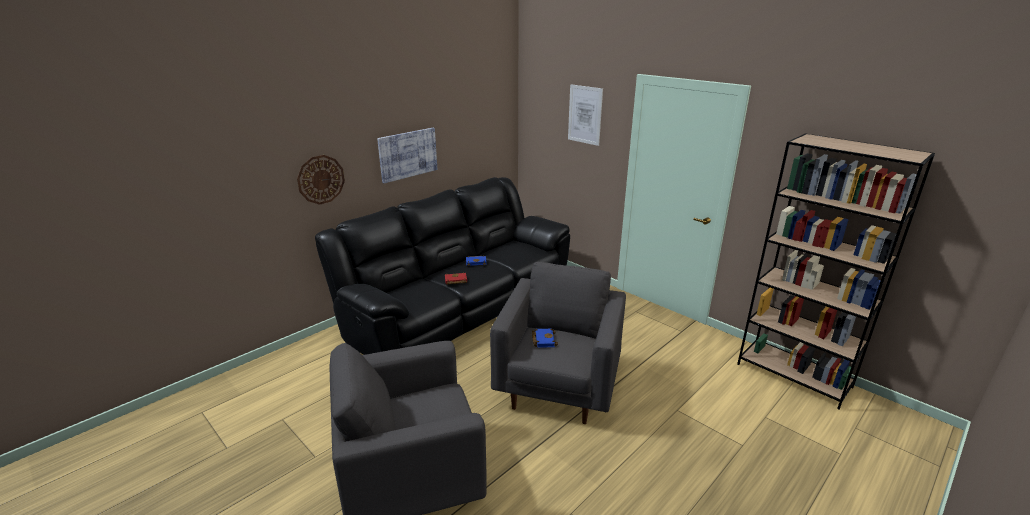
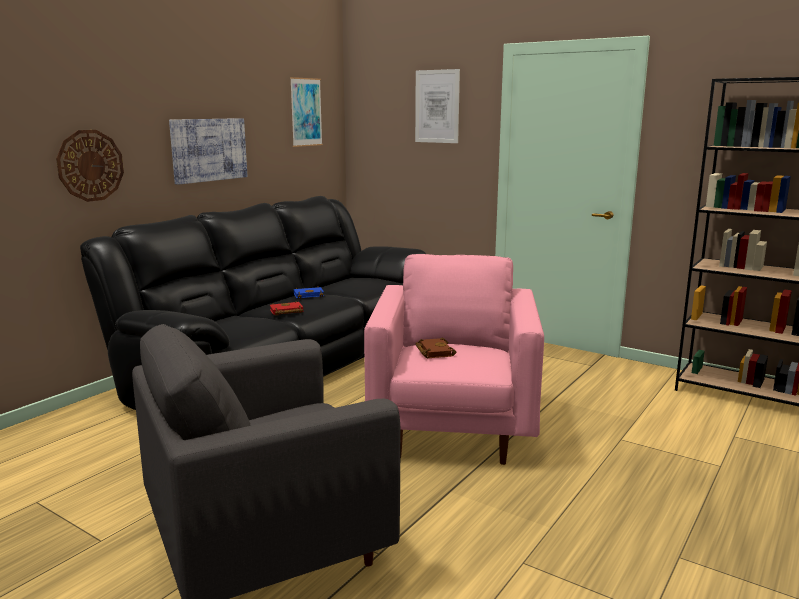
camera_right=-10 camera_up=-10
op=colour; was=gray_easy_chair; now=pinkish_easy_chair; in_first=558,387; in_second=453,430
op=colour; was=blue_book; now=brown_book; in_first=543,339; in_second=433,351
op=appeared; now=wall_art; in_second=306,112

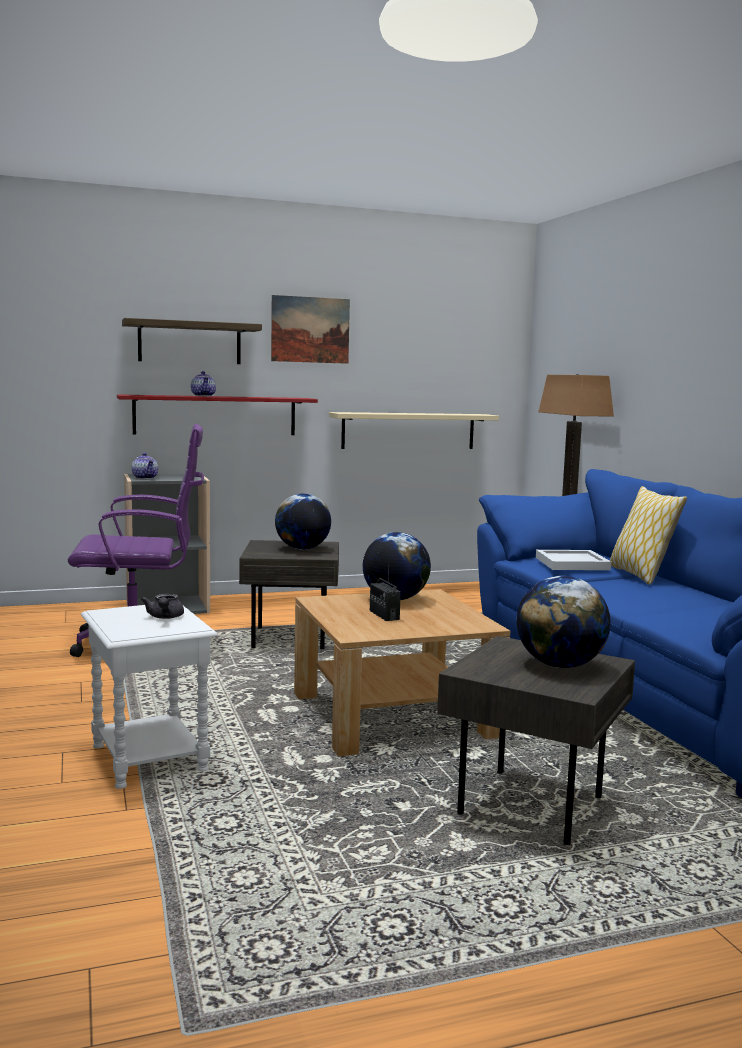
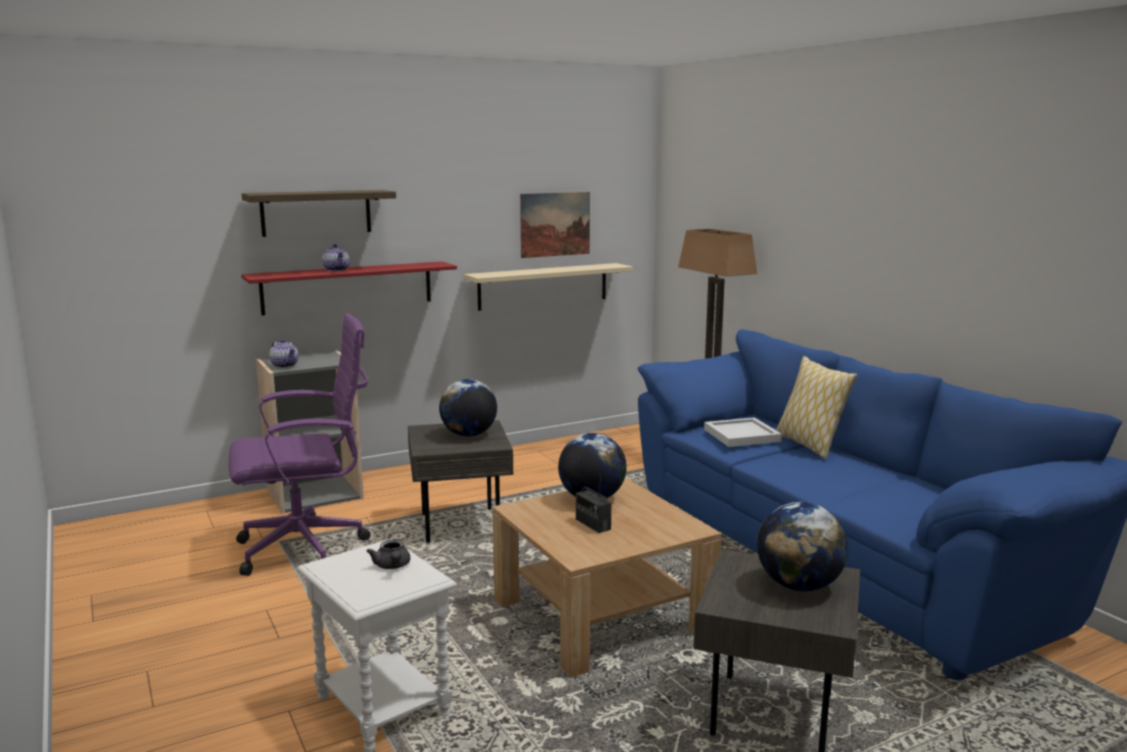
camera_right=-10 camera_up=5
op=relocated; was=wall_art; in_first=310,330; in_second=555,224

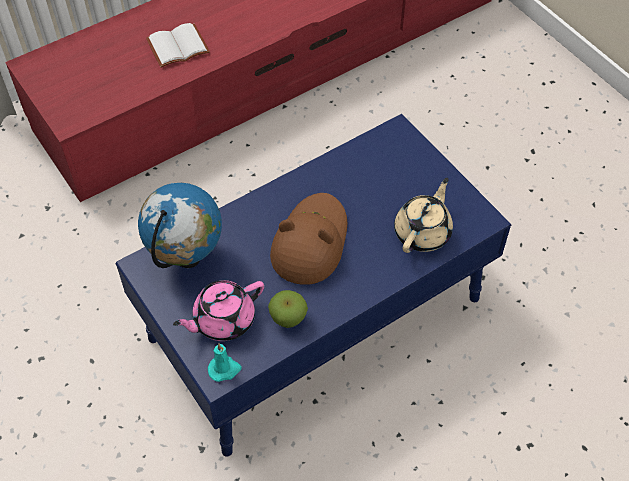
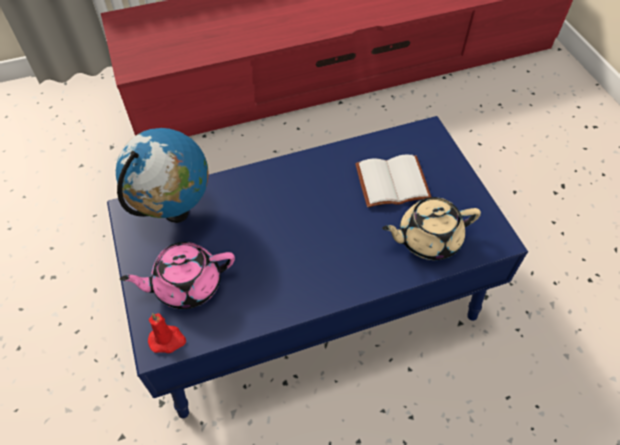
camera_right=15 camera_up=0
op=relocated; was=white-coloured_book; in_first=178,45; in_second=392,181
op=spun; was=sand-coloured_teapot; in_first=423,232; in_second=427,239; clockwise=-150
op=missing; was=brown_wearable_hat; in_first=310,242
op=missing; was=apple; in_first=288,319
op=colour; was=turquoise-coloured_wax_light; now=reddish_wax_light; in_first=224,369; in_second=167,340

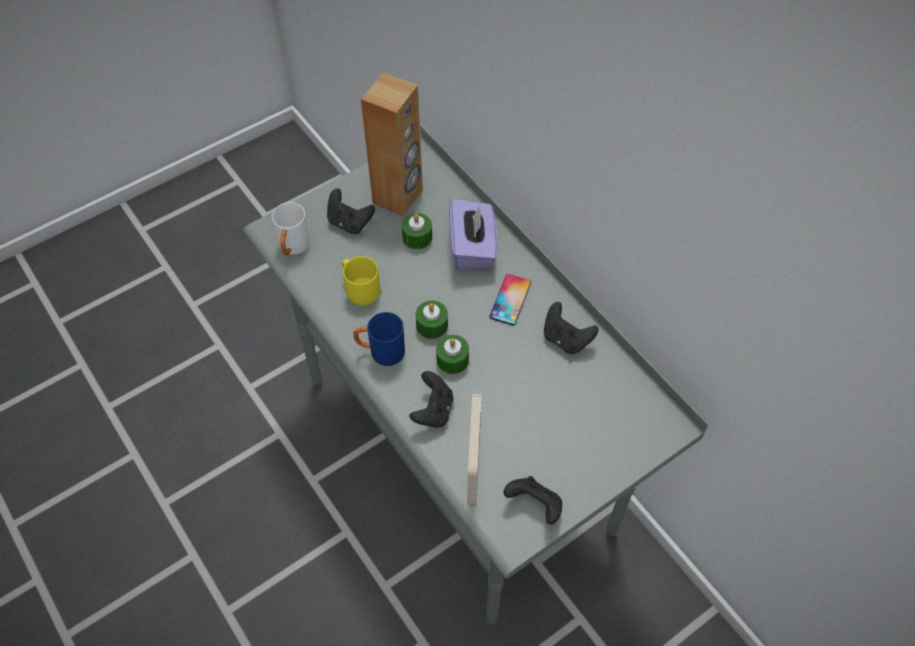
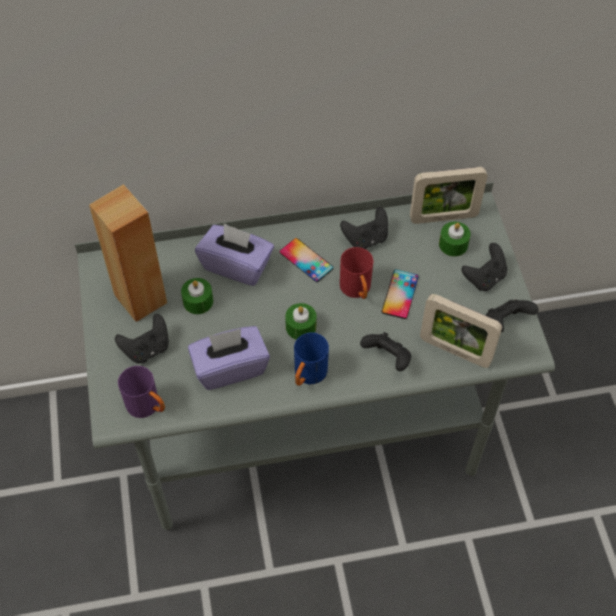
camera_right=-65 camera_up=0
op=colour; was=white-coloured_tea_mug; now=purple_tea_mug; in_first=293,248; in_second=148,407
op=exchanged; was=yellow_tea_mug; now=purple_tissue_box; in_first=360,289; in_second=230,367
op=relocated; was=green-coloured_wax_light; in_first=452,359; in_second=453,244
op=appeared; now=standing_frame; in_second=443,217
op=appeared; now=black-coloured_game_controller; in_second=484,278
op=appeared; now=reddish_tea_mug; in_second=357,291
op=appeared; now=handset; in_second=400,294

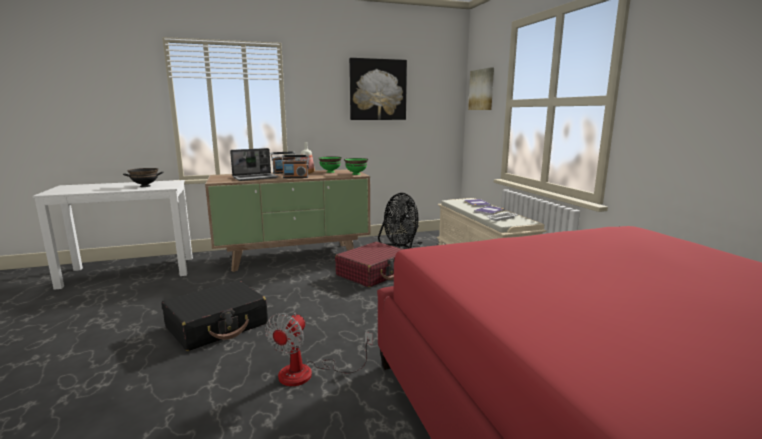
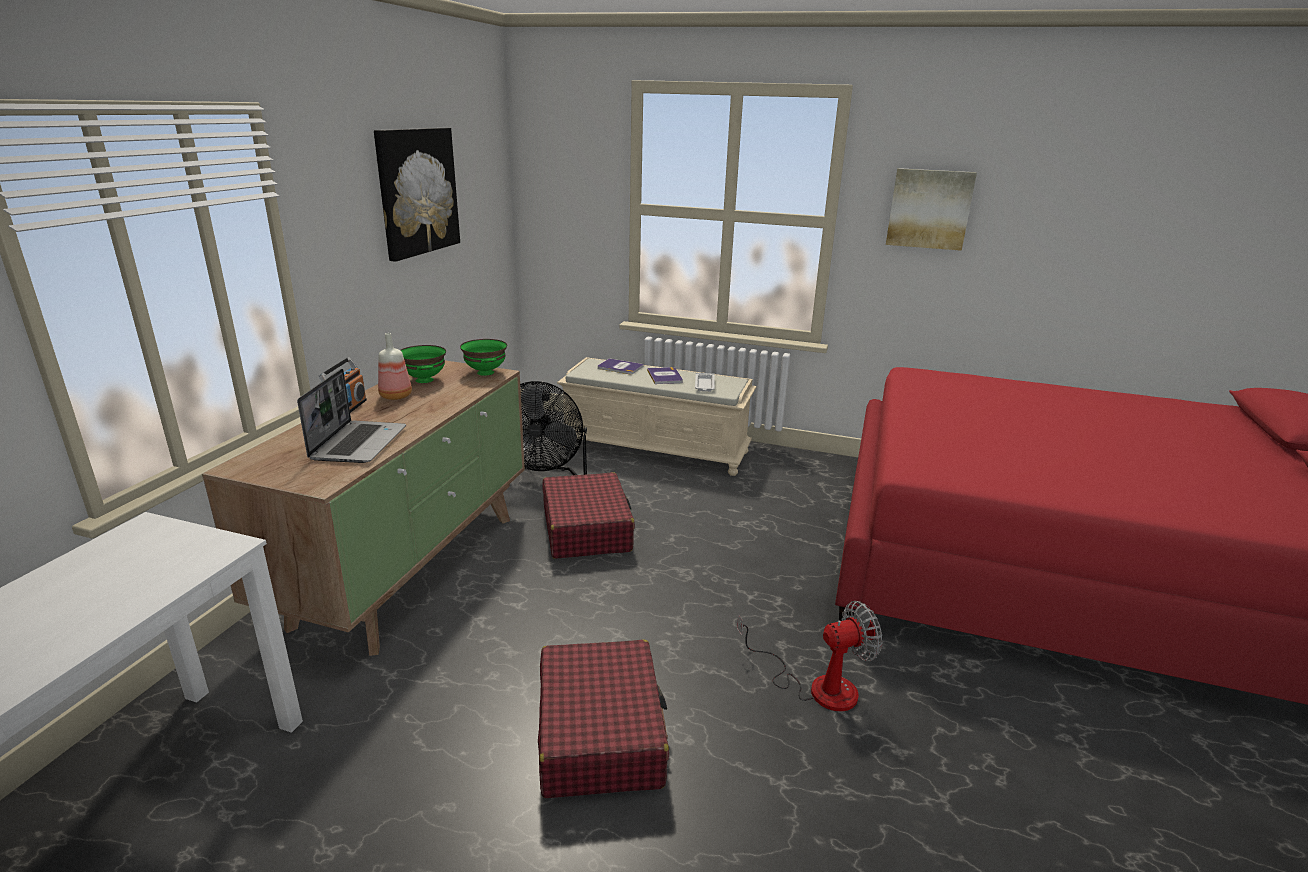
camera_right=-55 camera_up=10
op=relocated; was=wall_art; in_first=482,89; in_second=929,209
op=missing; was=radio; in_first=295,177
op=missing; was=black-coloured_serving_bowl; in_first=145,186
op=colour; was=black-coloured_travel_case; now=reddish_travel_case; in_first=217,325; in_second=600,732
op=spun; was=cooling_fan; in_first=308,373; in_second=817,686; clockwise=-75

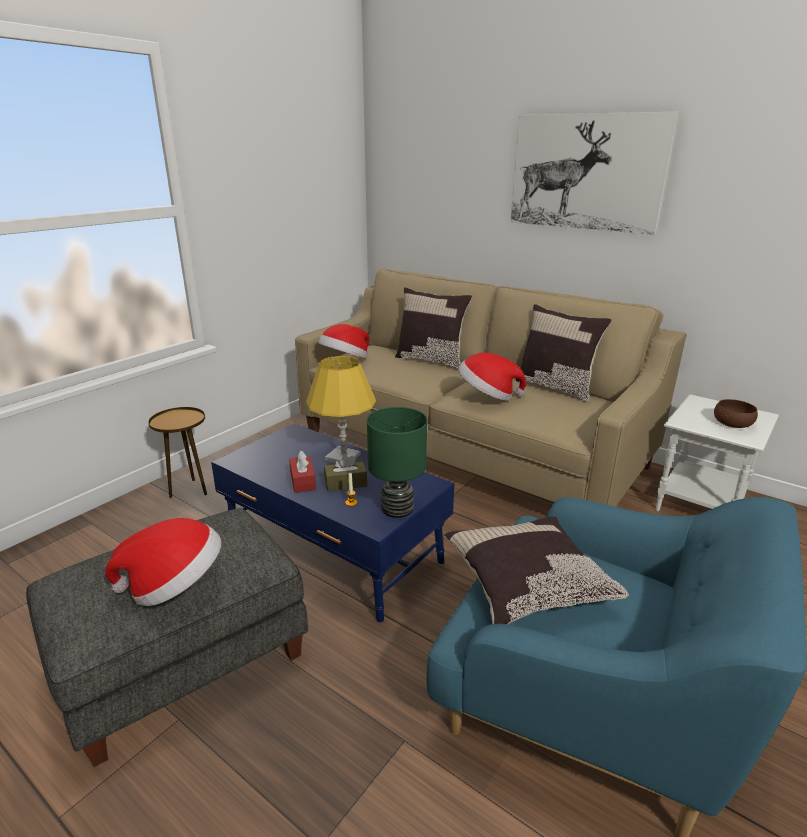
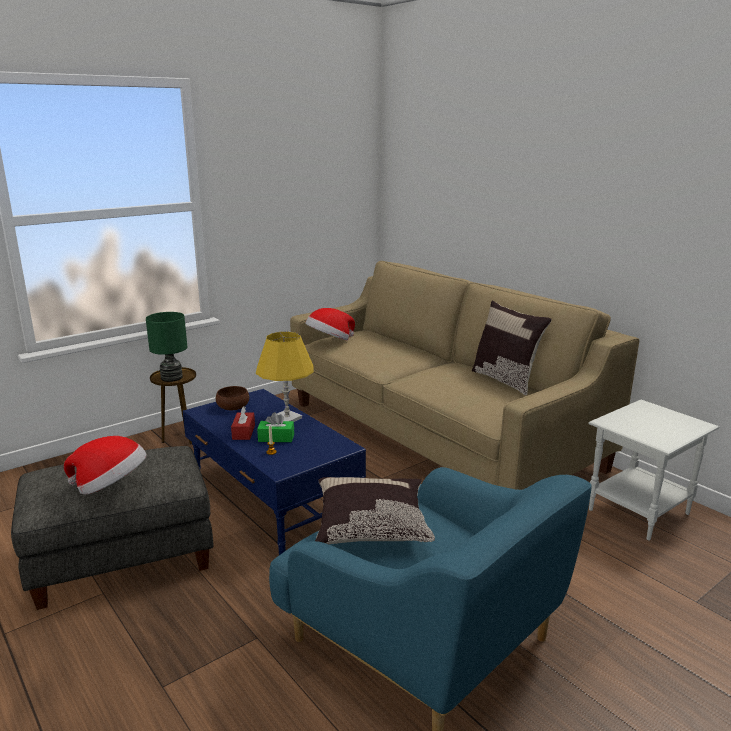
camera_right=15 camera_up=-5
op=missing; was=wall_art; in_first=586,172
op=missing; was=throw_pillow; in_first=431,360
op=missing; was=wearable_hat; in_first=487,396
op=relocated; was=brown_serving_bowl; in_first=732,423; in_second=233,407
op=relocated; was=green-coloured_table_lamp; in_first=397,508; in_second=171,378
op=colour; was=brown_tissue_box; now=green-coloured_tissue_box; in_first=345,483; in_second=276,438

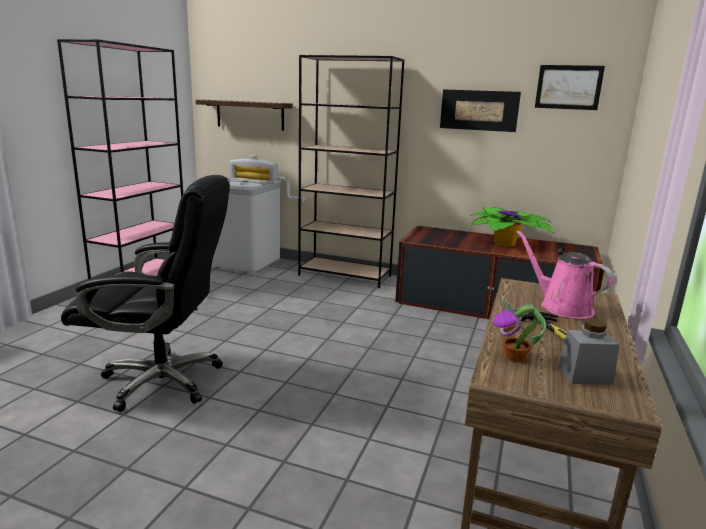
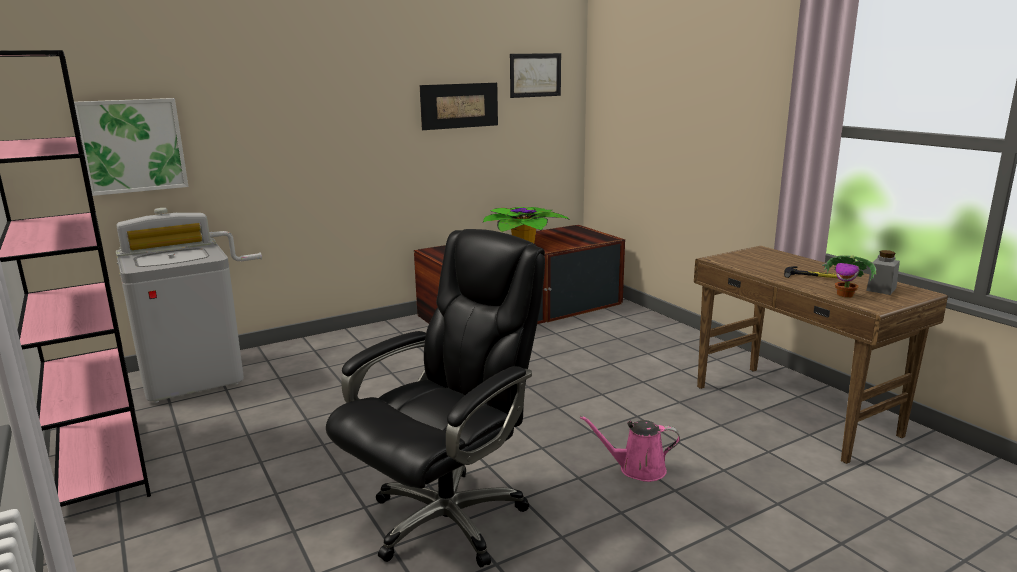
camera_right=-50 camera_up=0
op=missing; was=sand-coloured_bookcase; in_first=345,275
op=exchanged; was=shelf; now=wall_art; in_first=250,115; in_second=132,146
op=relocated; was=pinkish_sprinkling_can; in_first=561,307; in_second=637,469

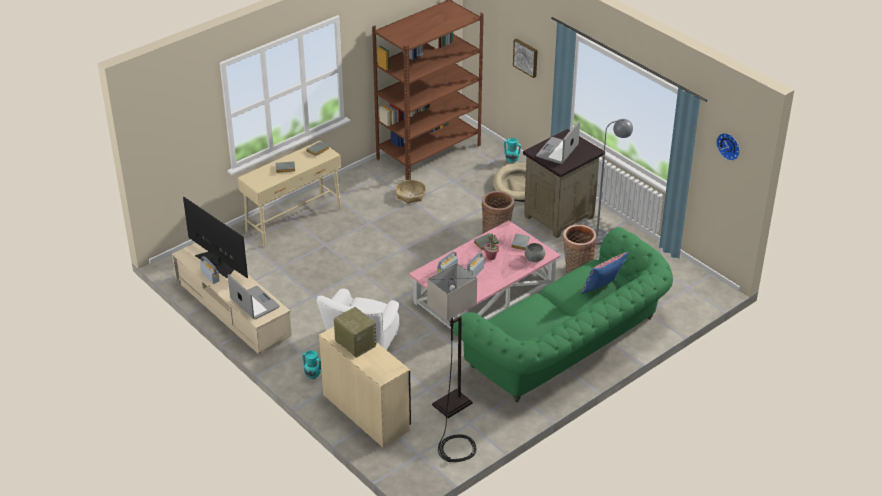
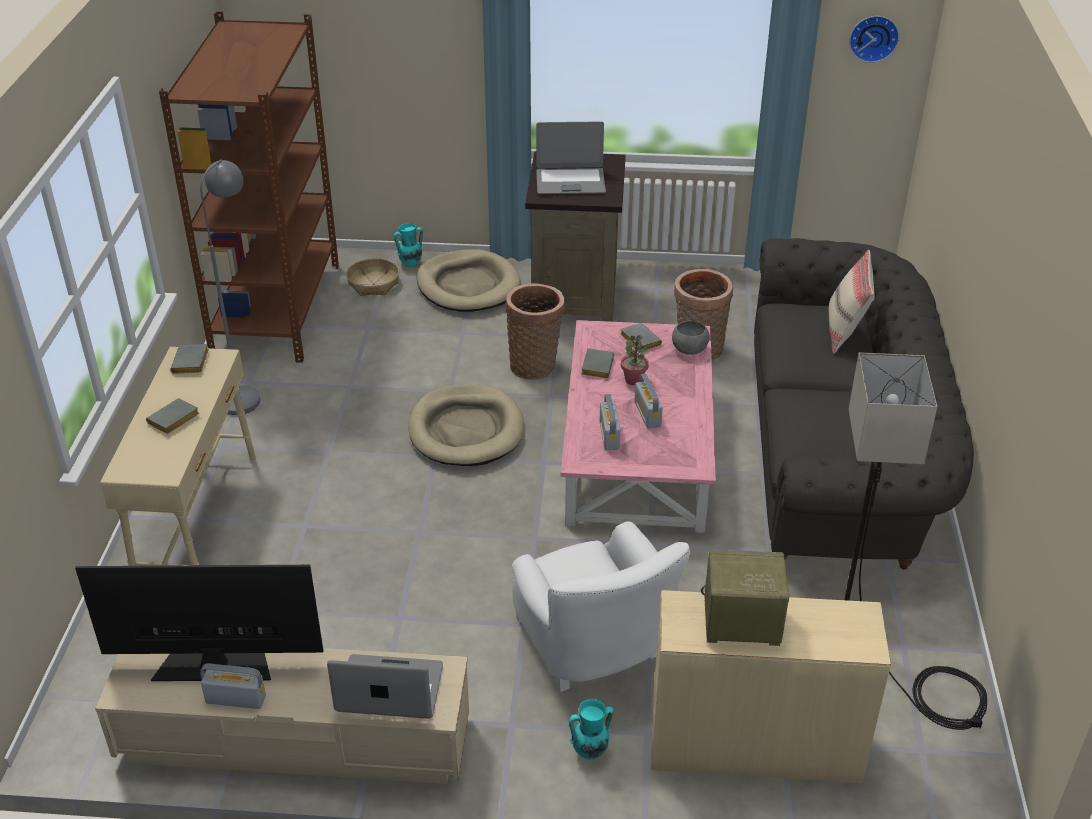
camera_right=-45 camera_up=0
op=missing; was=wall_art; in_first=526,57
op=relocated; was=gray_floor_lamp; in_first=603,236; in_second=246,395
op=spun; was=laptop; in_first=557,151; in_second=570,182; clockwise=-75
op=relocated; was=household_basket; in_first=410,195; in_second=373,284
op=colour; was=green-coloured_settee; now=gray_settee; in_first=568,347; in_second=841,450
op=colour; was=blue_throw_pillow; now=sand-coloured_throw_pillow; in_first=602,289; in_second=845,332
op=appeared; now=sand-coloured_pet_bed; in_second=466,430

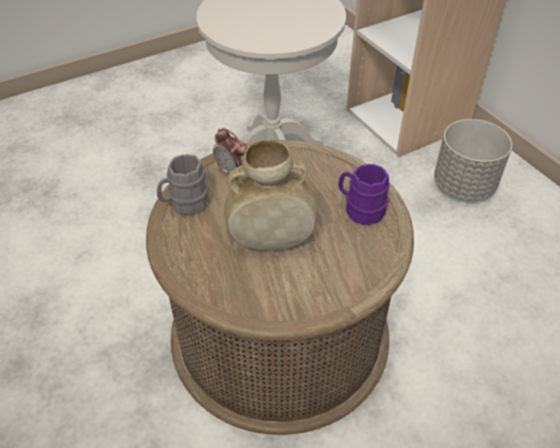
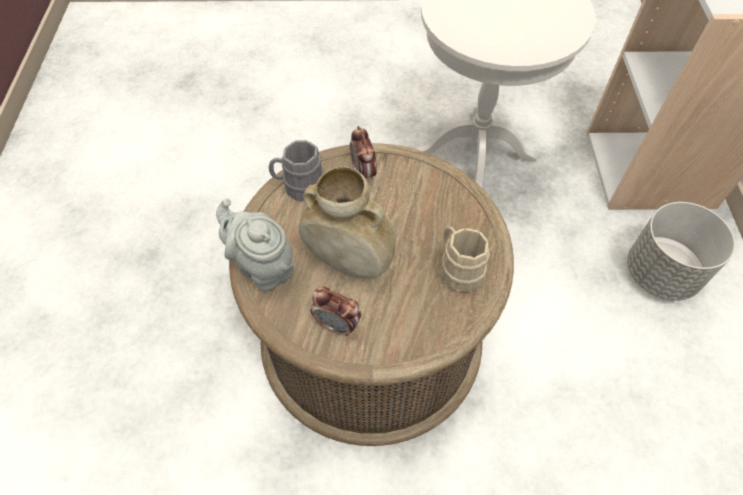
camera_right=30 camera_up=10
op=colour; was=purple_tea_mug; now=sand-coloured_tea_mug; in_first=360,209; in_second=458,269
op=appeared; now=gray_teapot; in_second=262,266
op=appeared; now=bedside_clock; in_second=337,324

